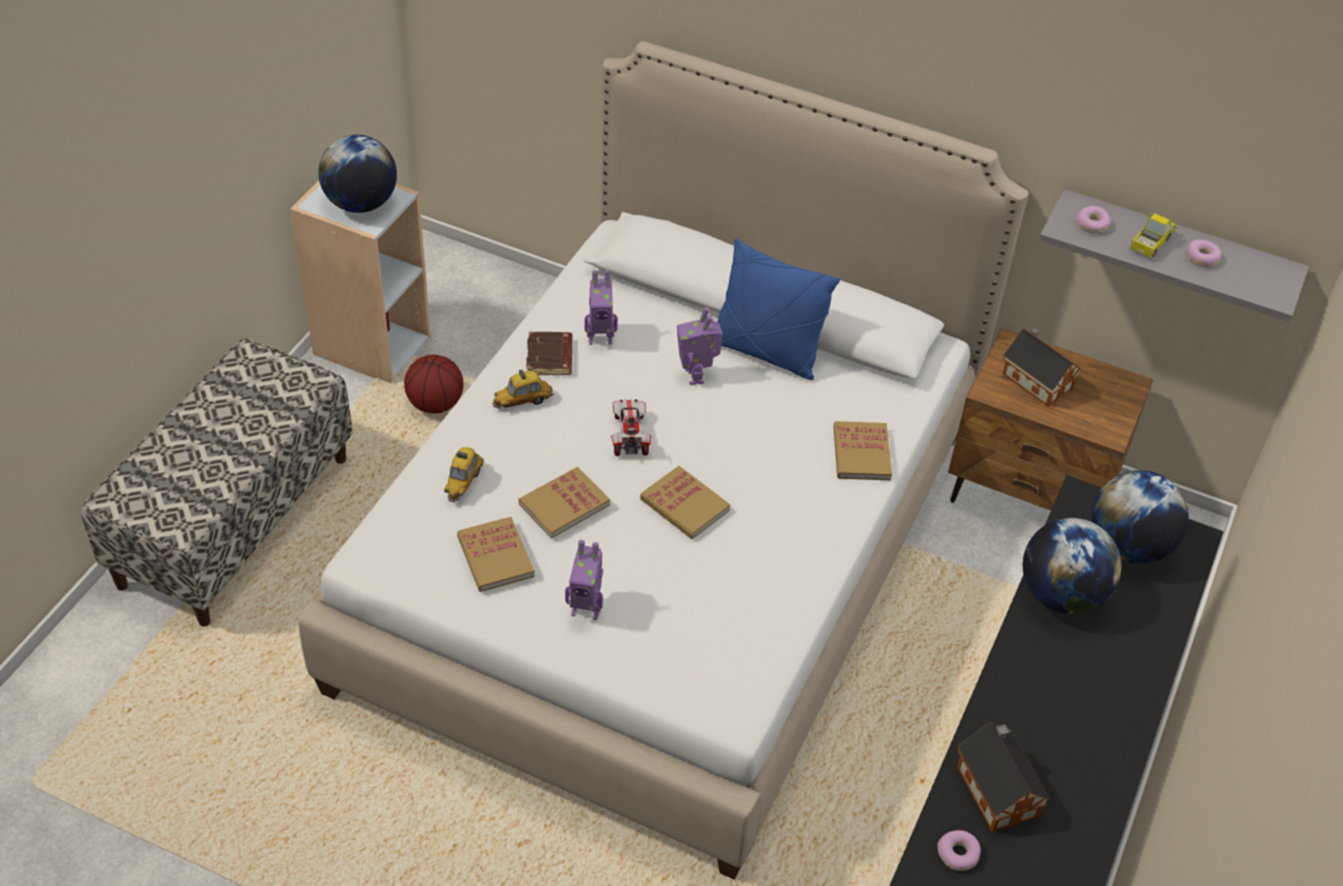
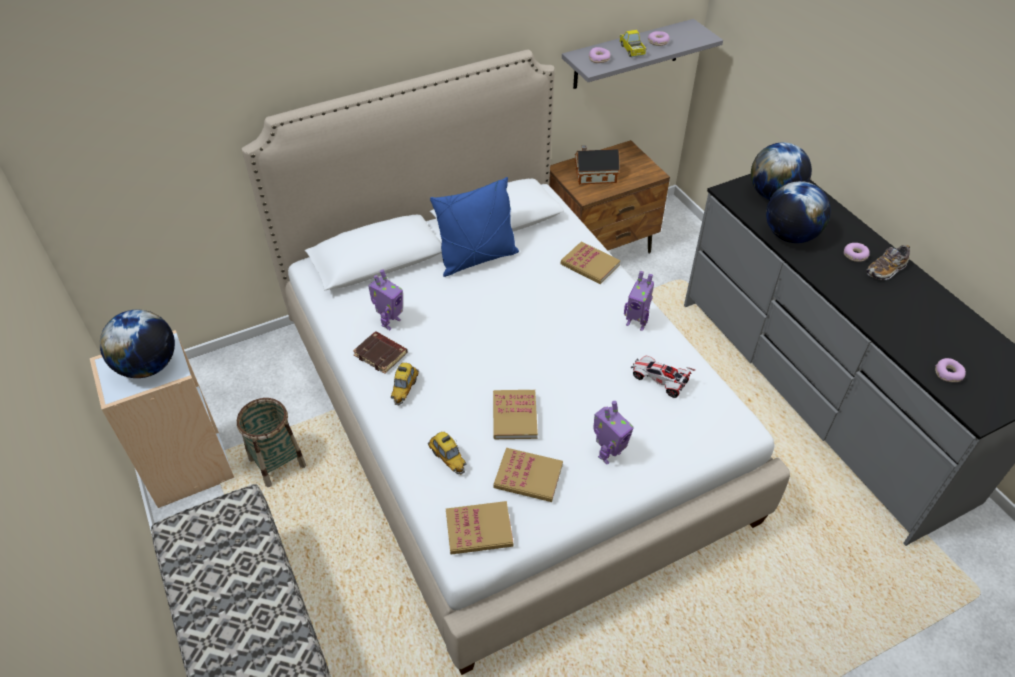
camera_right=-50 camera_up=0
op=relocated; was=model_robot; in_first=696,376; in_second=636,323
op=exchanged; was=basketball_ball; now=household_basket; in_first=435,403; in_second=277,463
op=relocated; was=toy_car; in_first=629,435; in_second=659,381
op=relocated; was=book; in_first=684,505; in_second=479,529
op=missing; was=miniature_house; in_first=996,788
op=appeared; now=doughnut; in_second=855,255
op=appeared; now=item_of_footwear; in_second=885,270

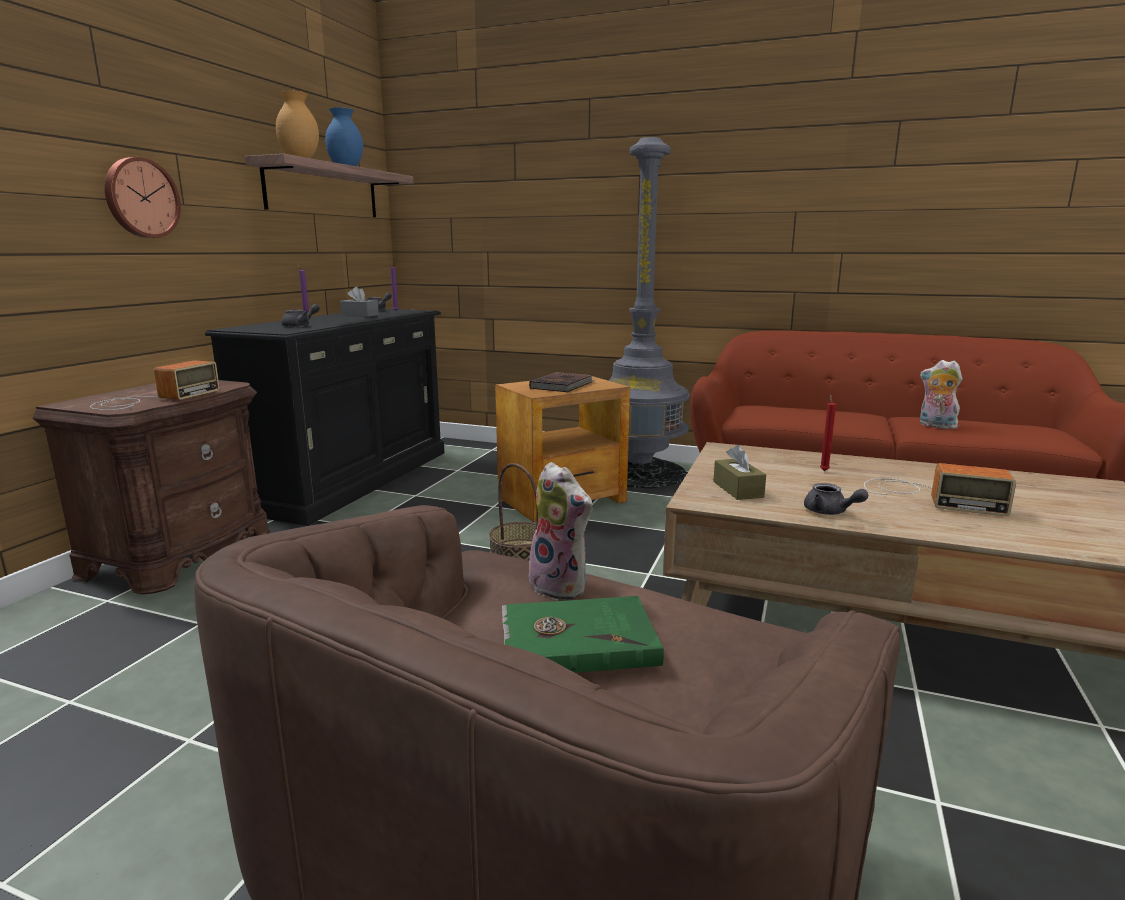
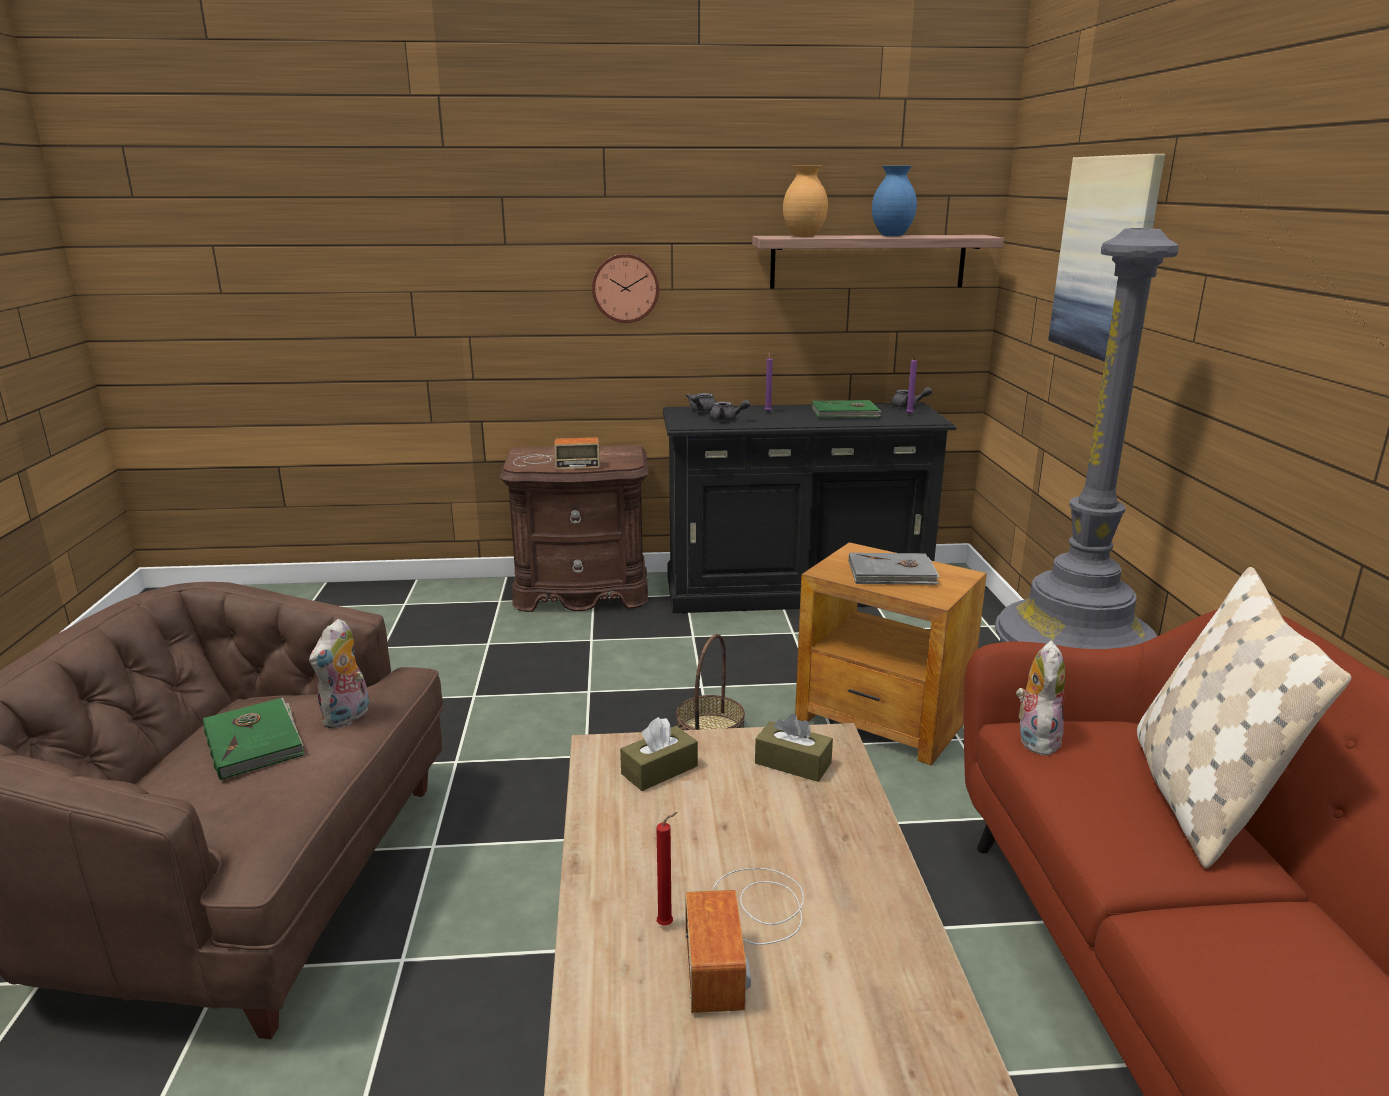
camera_right=65 camera_up=5
op=exchanged; was=gray_tissue_box; now=green-coloured_book; in_first=360,315; in_second=845,413
op=relocated; was=plush_toy; in_first=935,426; in_second=1035,738
op=colour; was=brown_book; now=gray_book; in_first=563,385; in_second=892,573
op=relocated; was=reddish_wax_light; in_first=824,470; in_second=667,924
op=relocated; was=gray_teapot; in_first=830,512; in_second=701,411
op=appeared; now=wall_art; in_second=1105,257
op=appeared; now=sand-coloured_throw_pillow; in_second=1199,796
op=appeared; now=brown_tissue_box; in_second=793,763

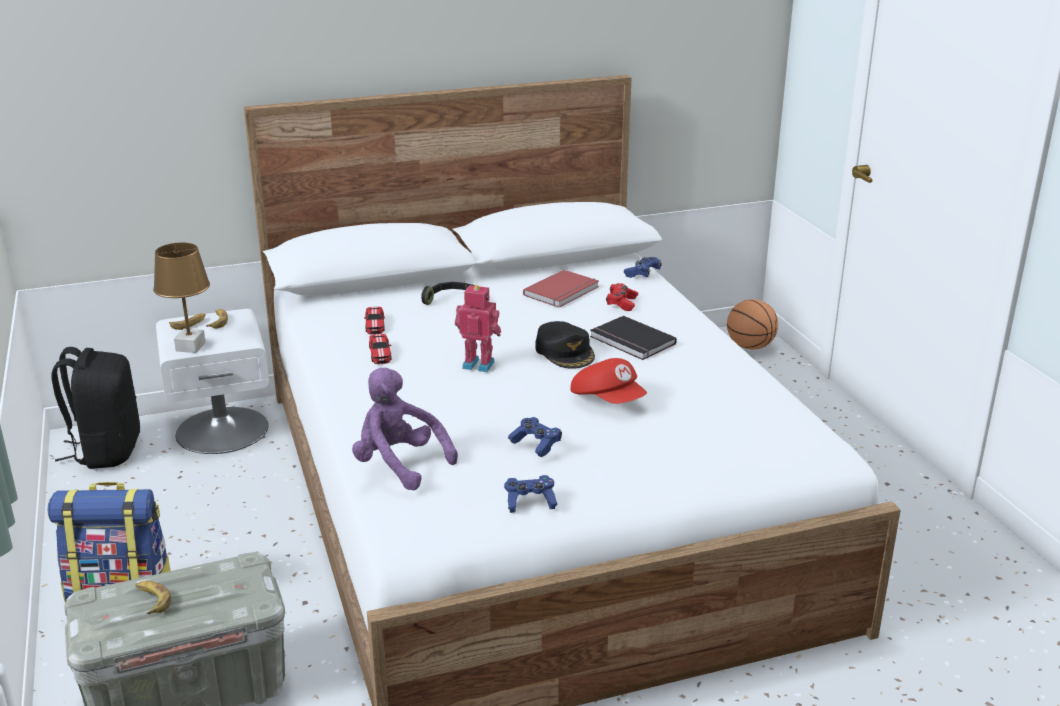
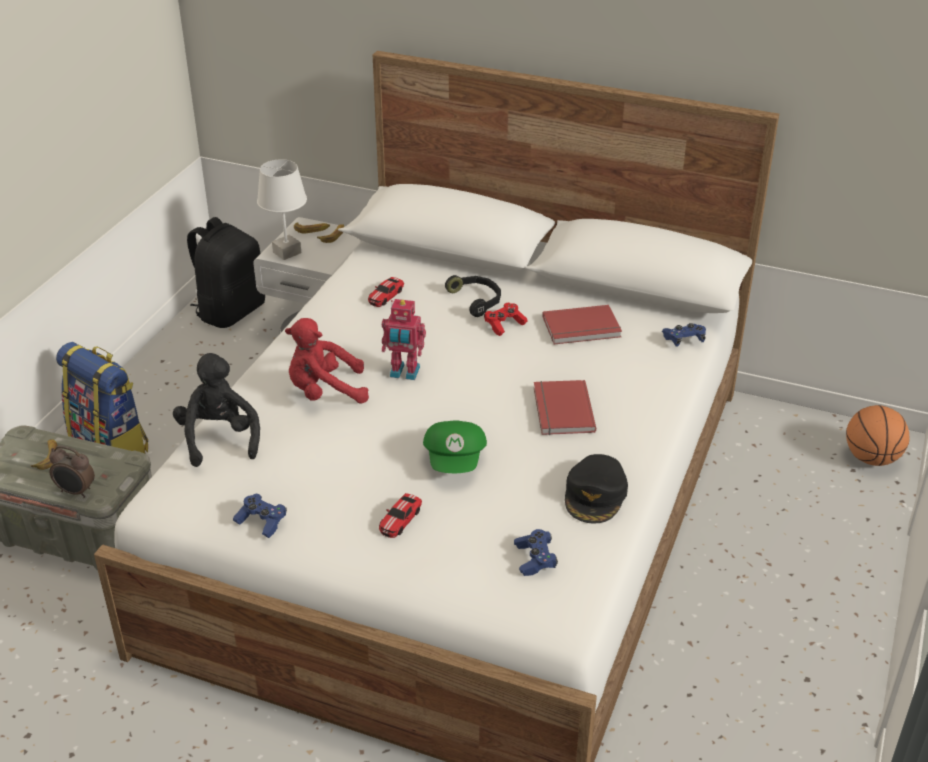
camera_right=40 camera_up=10
op=colour; was=brown_table_lamp; now=white-coloured_table_lamp; in_first=191,347; in_second=287,253
op=relocated; was=reddish_game_controller; in_first=621,303; in_second=504,325
op=spun; was=model_robot; in_first=479,364; in_second=404,373; clockwise=135
op=colour; was=black-coloured_book; now=reddish_book; in_first=631,341; in_second=561,410
op=relocated; was=black-coloured_baseball_cap; in_first=565,352; in_second=595,495
op=relocated; was=toy_car; in_first=380,353; in_second=400,519
op=colour; was=reddish_baseball_cap; now=green-coloured_baseball_cap; in_first=608,400; in_second=456,460
op=colour; was=purple_plush_toy; now=black-coloured_plush_toy; in_first=399,465; in_second=219,438
op=relocated; was=blue_game_controller; in_first=535,444; in_second=535,559
op=appeared; now=reddish_plush_toy; in_second=325,392
op=appeared; now=bedside_clock; in_second=76,492

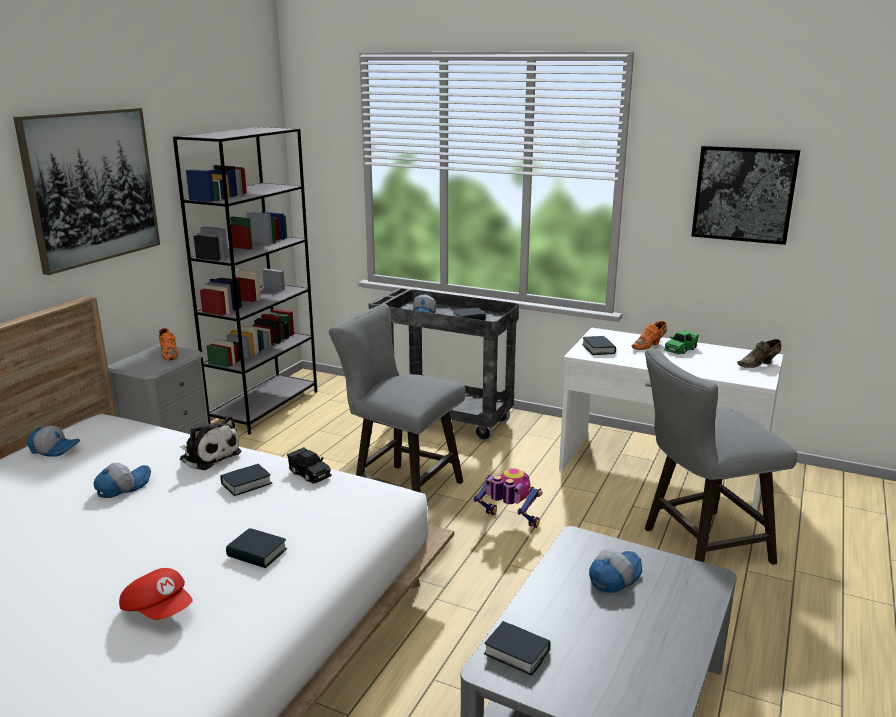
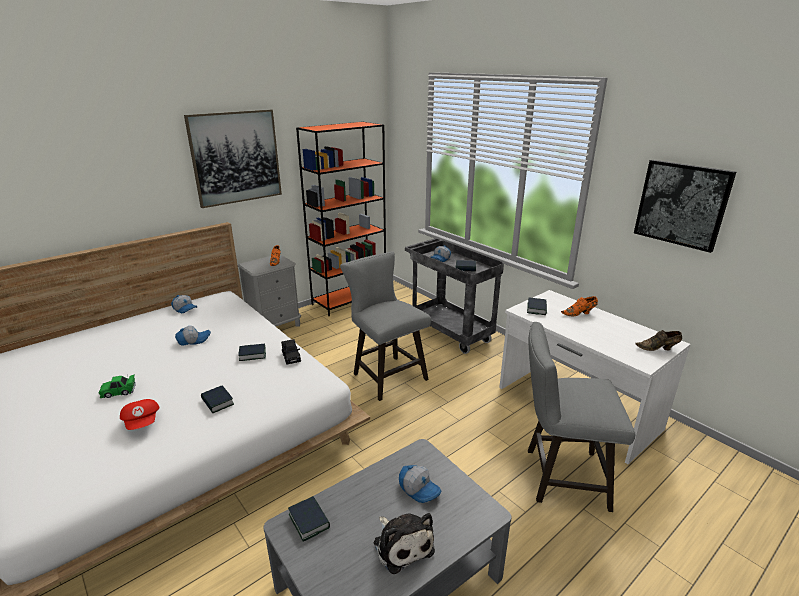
camera_right=25 camera_up=5
op=colour; was=gray_bookcase; now=orangey_bookcase; in_first=264,407; in_second=349,300
op=relocated; was=green-coloured_toy_car; in_first=680,349; in_second=119,391
op=relocated; was=plush_toy; in_first=209,455; in_second=402,544
op=missing; was=model_robot; in_first=508,523
op=spun; was=baseball_cap; in_first=614,577; in_second=419,488; clockwise=60

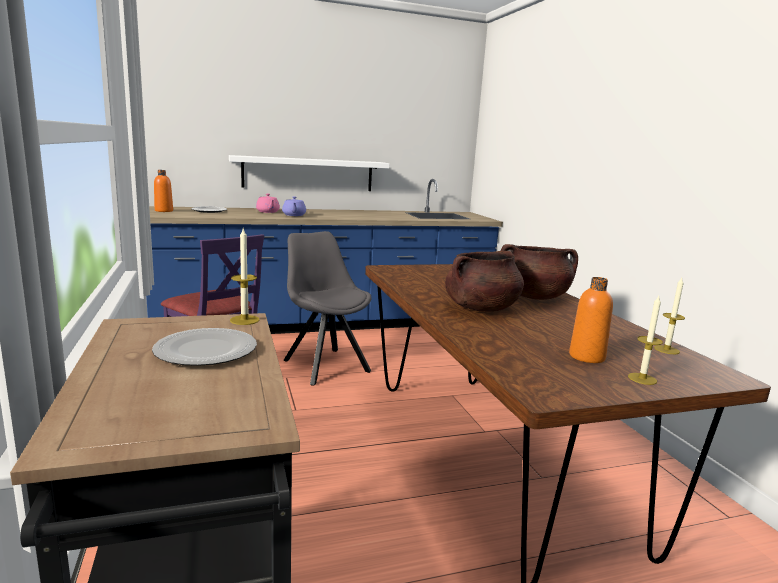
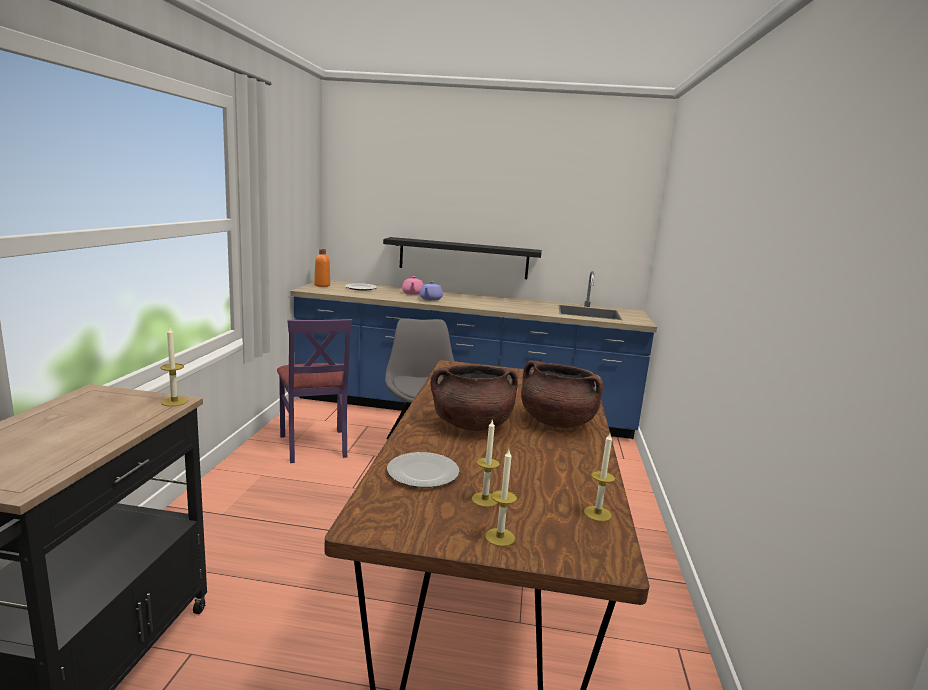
camera_right=25 camera_up=0
op=colour; was=white-coloured_shelf; now=black-coloured_shelf; in_first=308,174; in_second=463,258
op=exchanged; was=orangey_bottle; now=wax_light; in_first=587,357; in_second=485,499
op=relocated; was=flat_dish; in_first=205,350; in_second=422,472

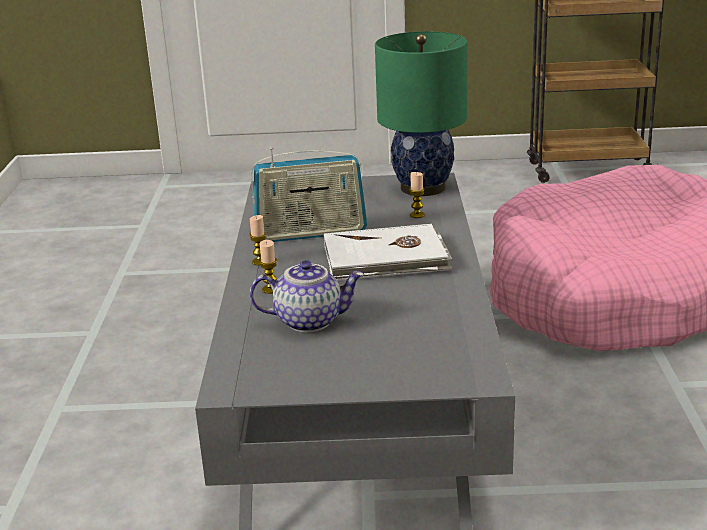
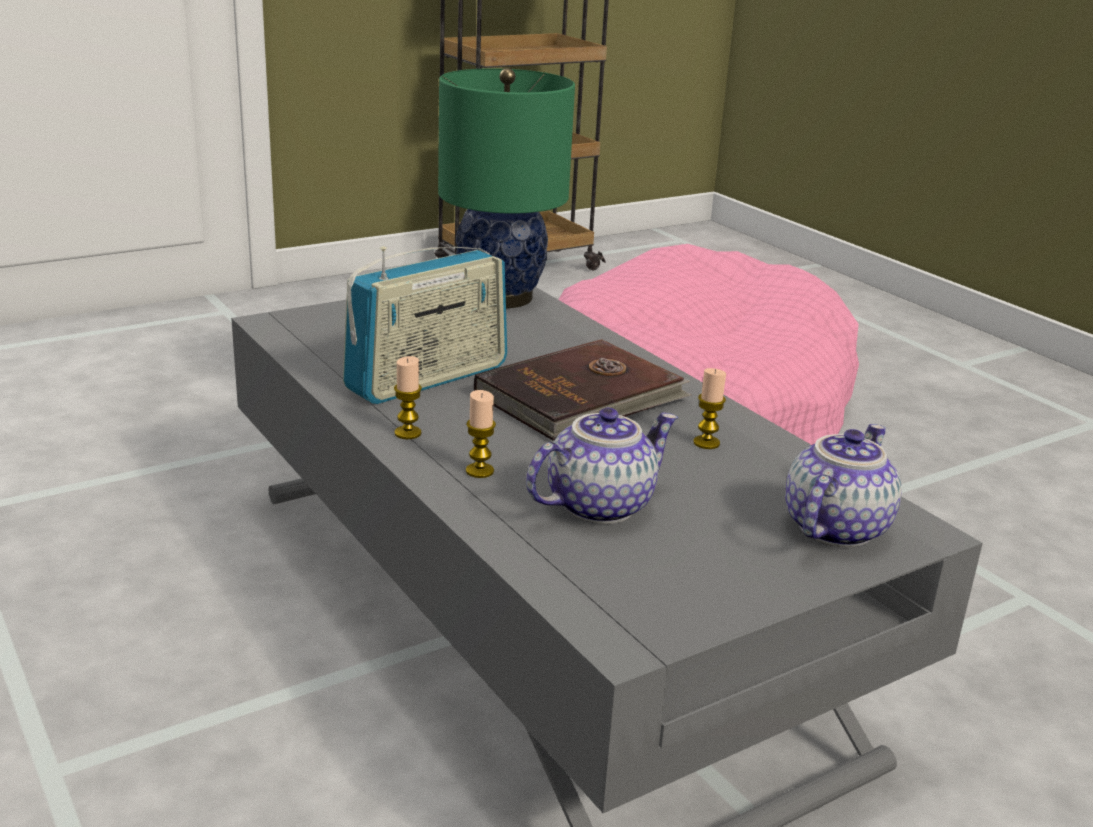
camera_right=-35 camera_up=0
op=relocated; was=wax_light; in_first=417,215; in_second=706,443
op=colour; was=white-coloured_book; now=brown_book; in_first=386,259; in_second=582,397
op=appeared; now=teapot; in_second=833,527

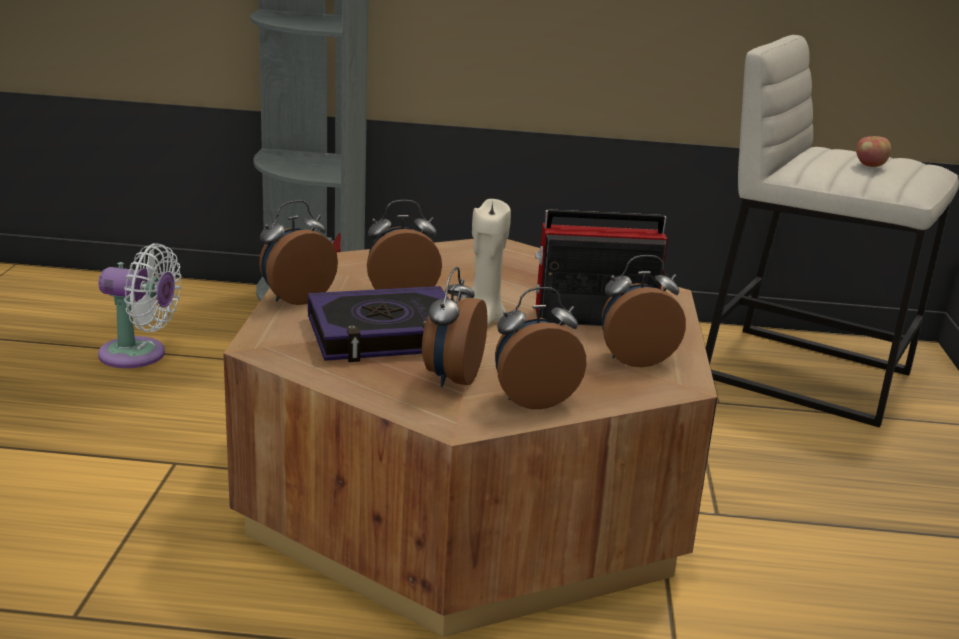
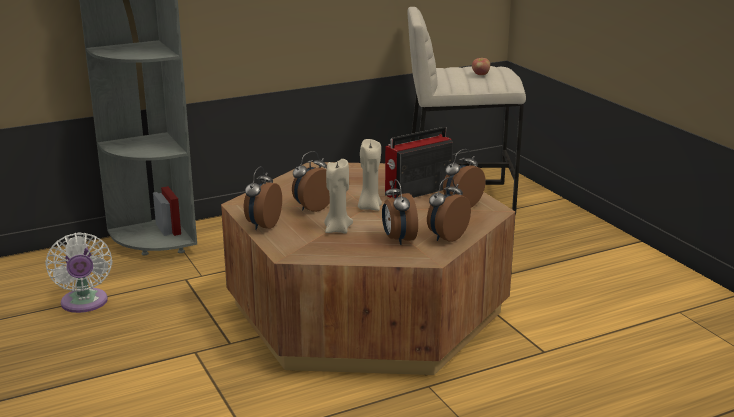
camera_right=-30 camera_up=0
op=spun; was=white-coloured_cooling_fan; in_first=139,355; in_second=84,304; clockwise=90
op=exchanged; was=book; now=sand-coloured_wax_light; in_first=385,335; in_second=337,229

